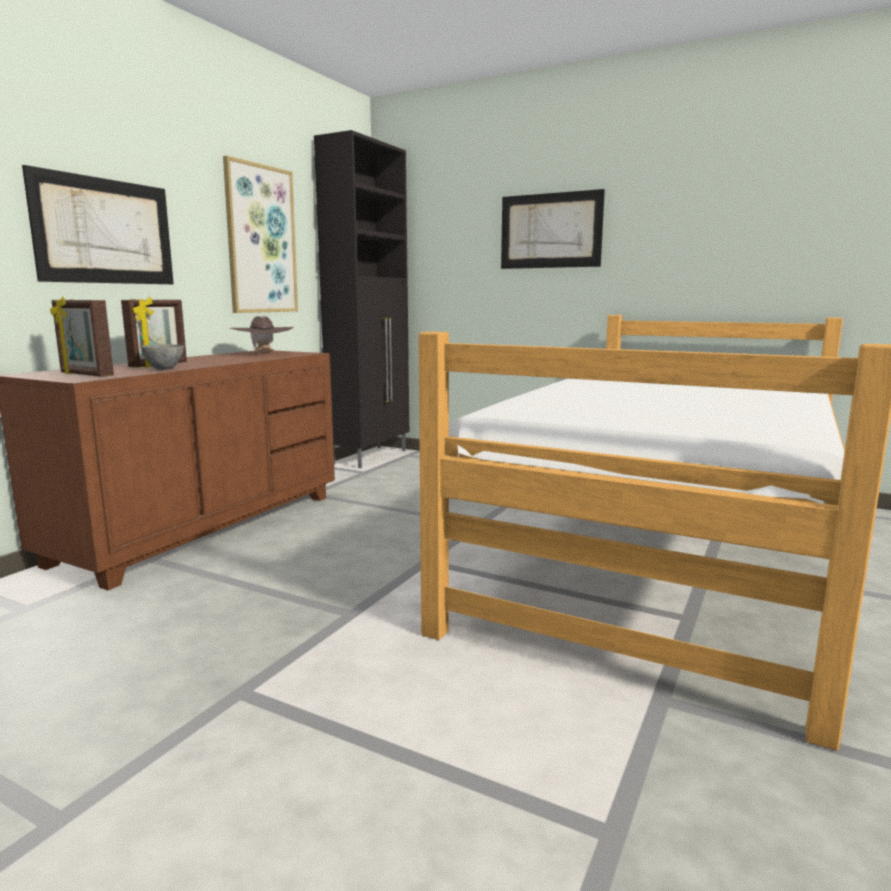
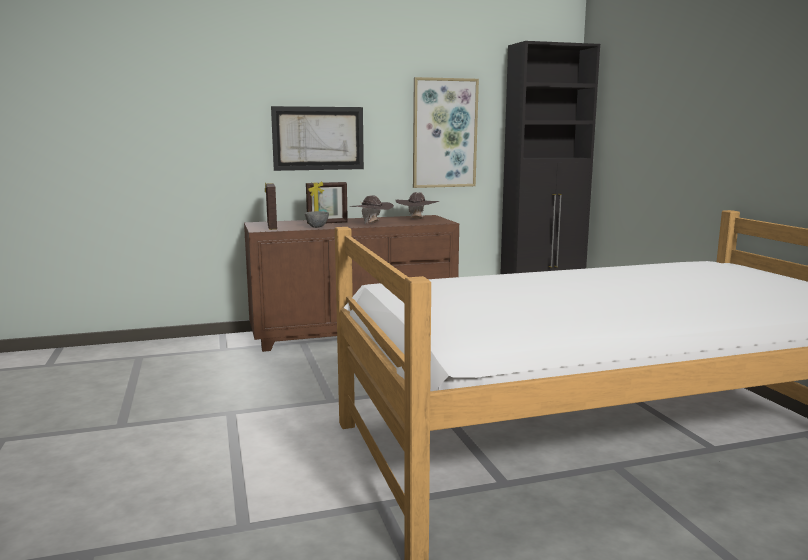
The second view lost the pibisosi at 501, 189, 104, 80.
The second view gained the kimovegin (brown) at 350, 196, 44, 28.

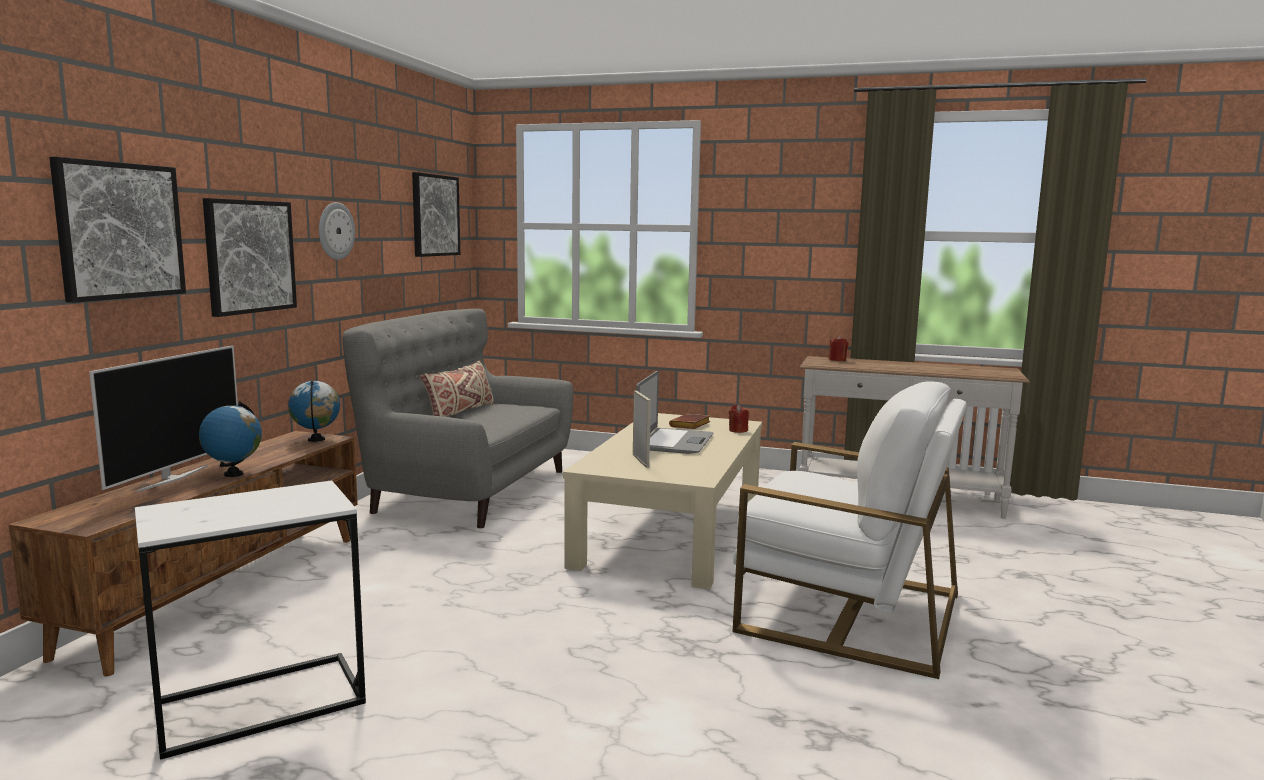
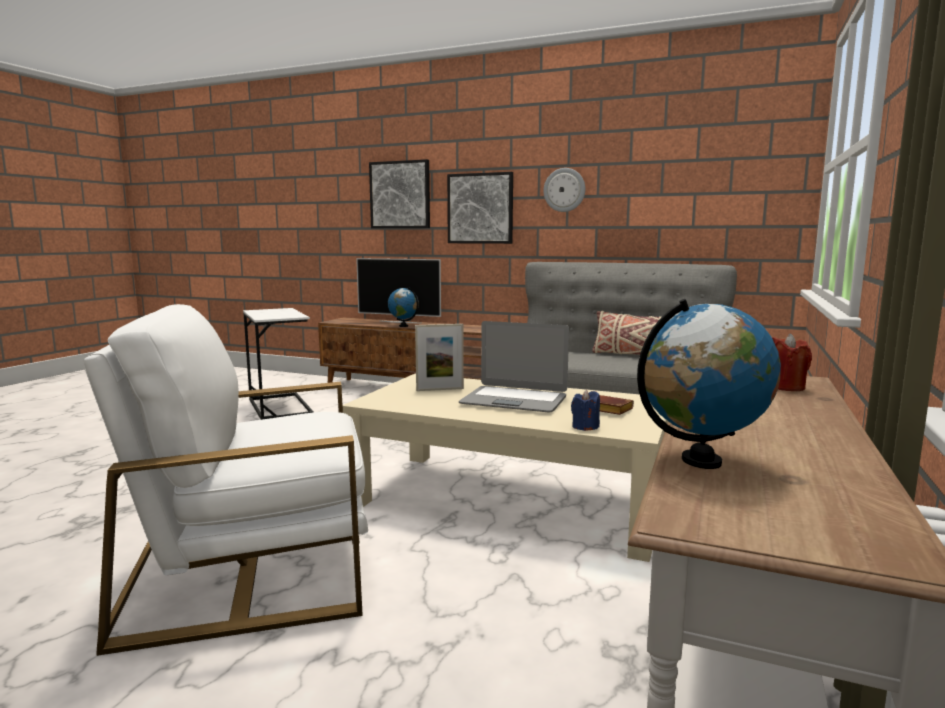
The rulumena ended up elsewhere, having gone from 288, 381, 52, 61 to 637, 299, 144, 170.
The second view lost the pibisosi at 412, 172, 48, 85.
What was the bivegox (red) at 729, 404, 20, 29 turned into the bivegox (blue) at 571, 390, 29, 41.
The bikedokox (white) at 733, 382, 234, 297 ended up facing another way, 45 degrees clockwise from before.

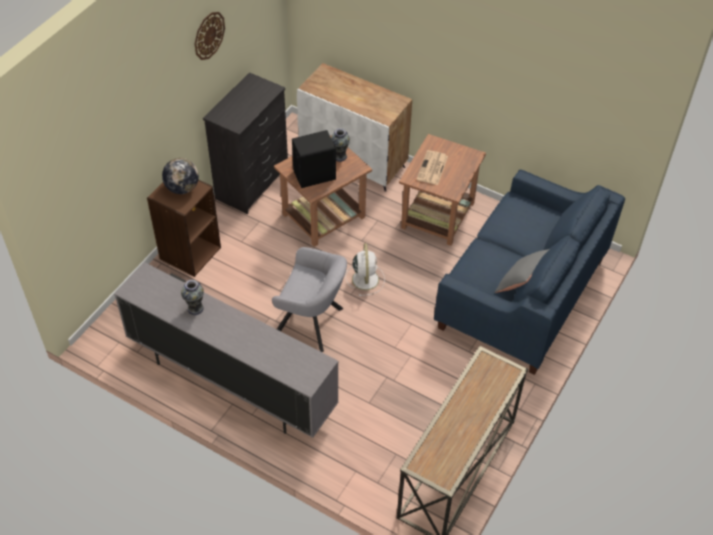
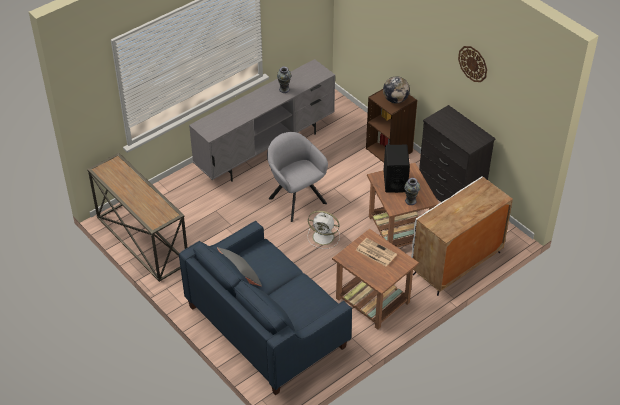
The bikedokox (grey) at 272, 247, 75, 105 ended up facing another way, 105 degrees clockwise from before.

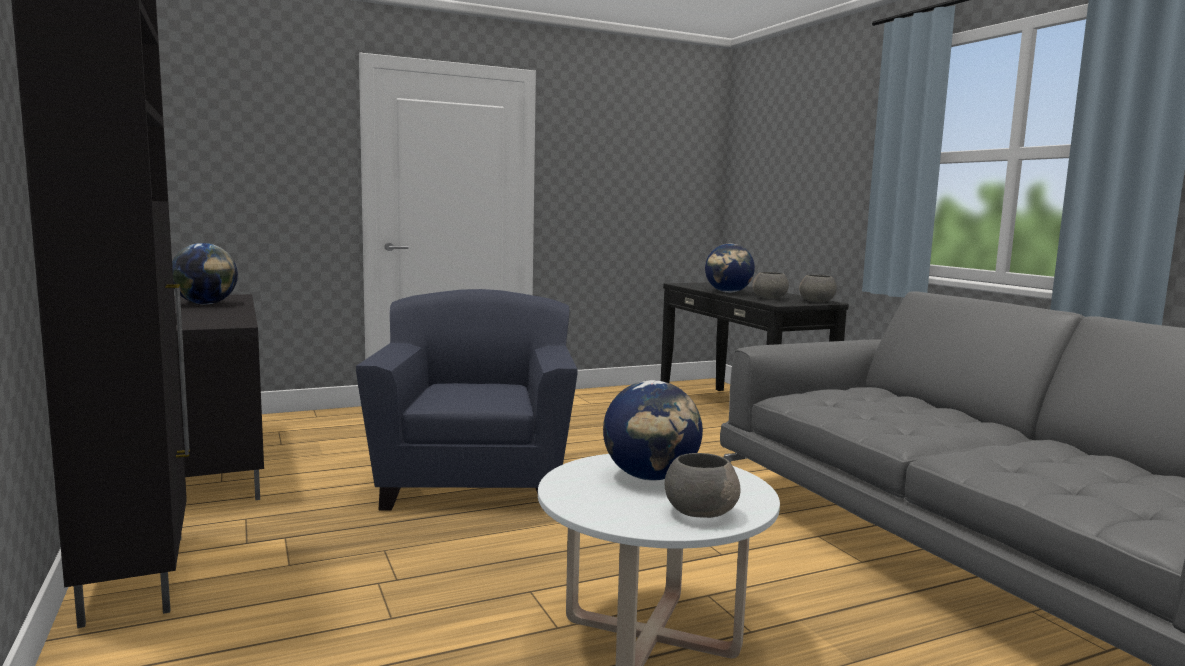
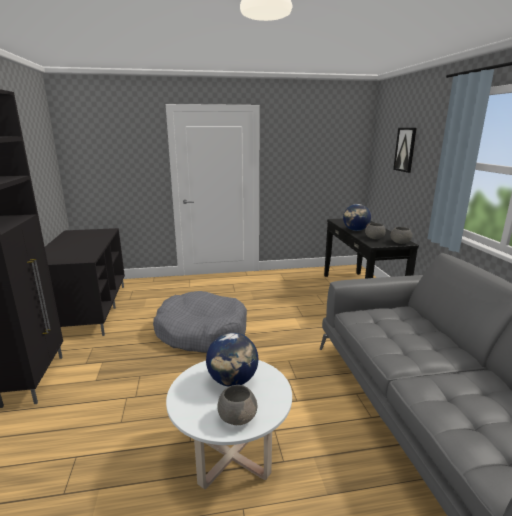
The second view lost the rulumena at 172, 243, 66, 61.
Where the bikedokox (blue) stood at 356, 289, 222, 222, the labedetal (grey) came to stand at 153, 291, 94, 62.
The second view gained the pibisosi at 393, 128, 24, 45.

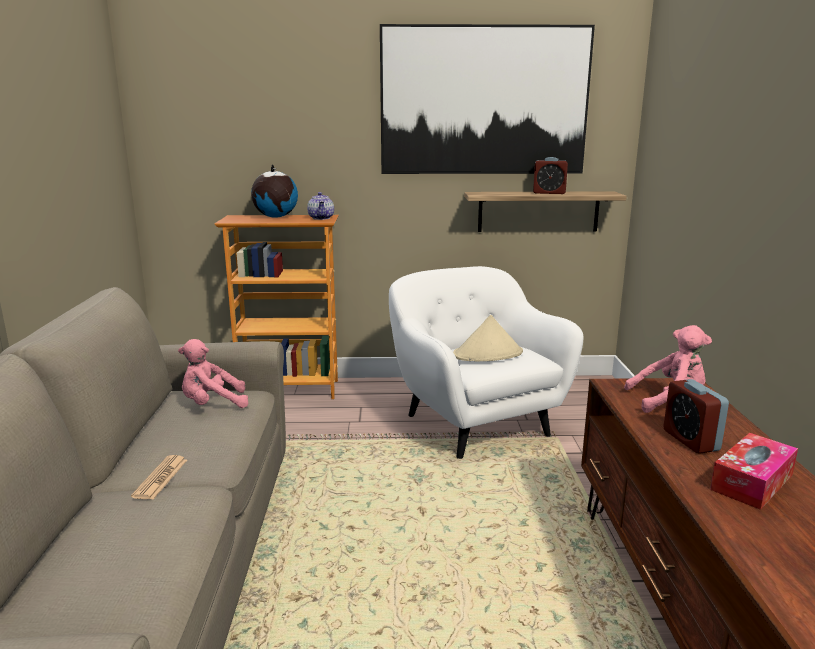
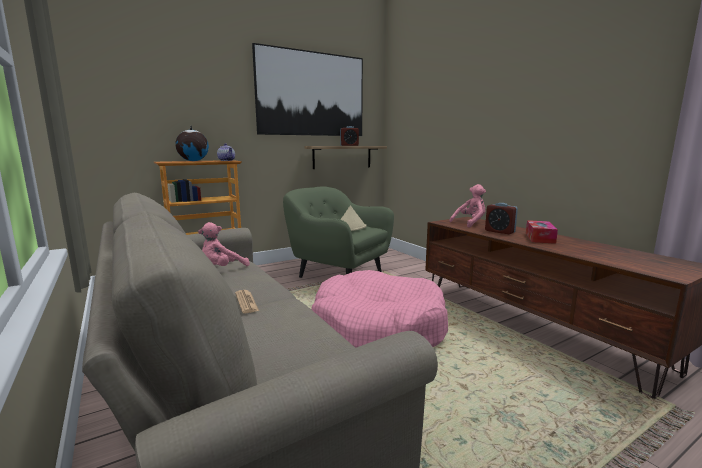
What was the bikedokox (white) at 389, 266, 194, 193 turned into the bikedokox (green) at 283, 186, 111, 92.
The second view gained the labedetal (pink) at 311, 270, 137, 78.

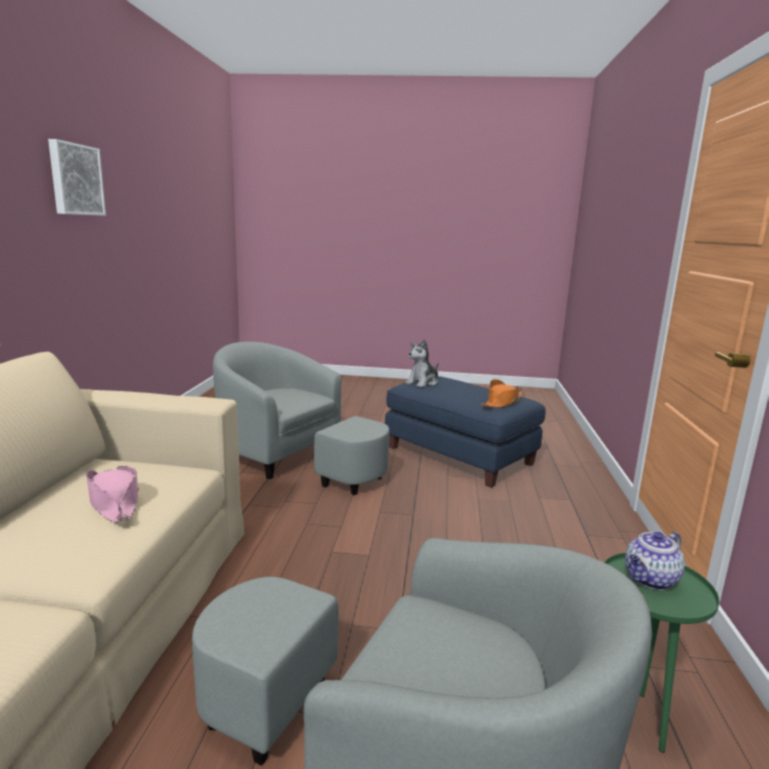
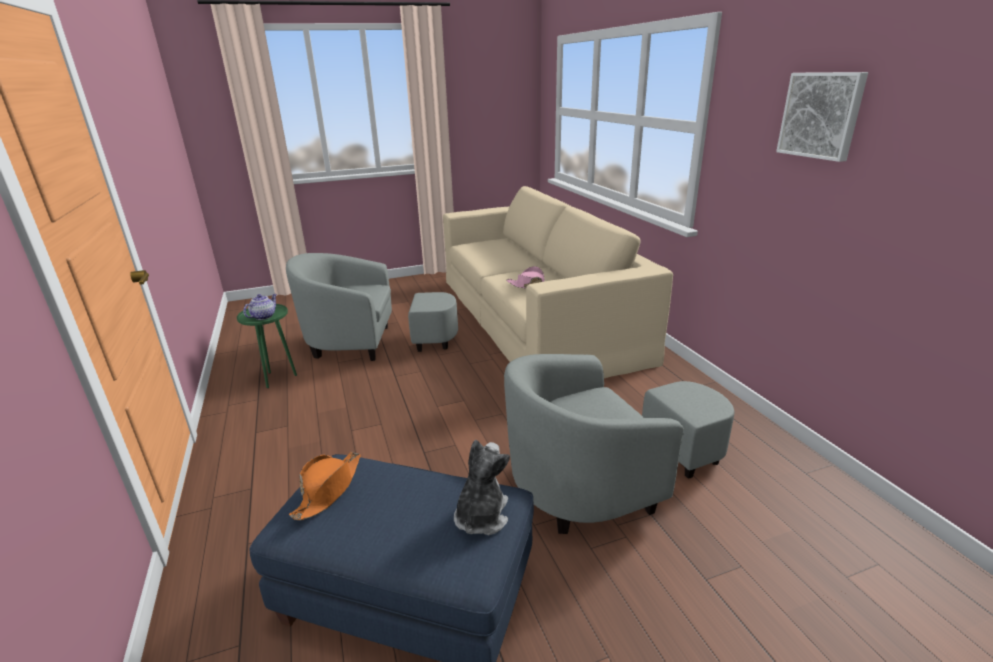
The bikedokox (grey) at 213, 342, 176, 153 ended up facing another way, 150 degrees clockwise from before.

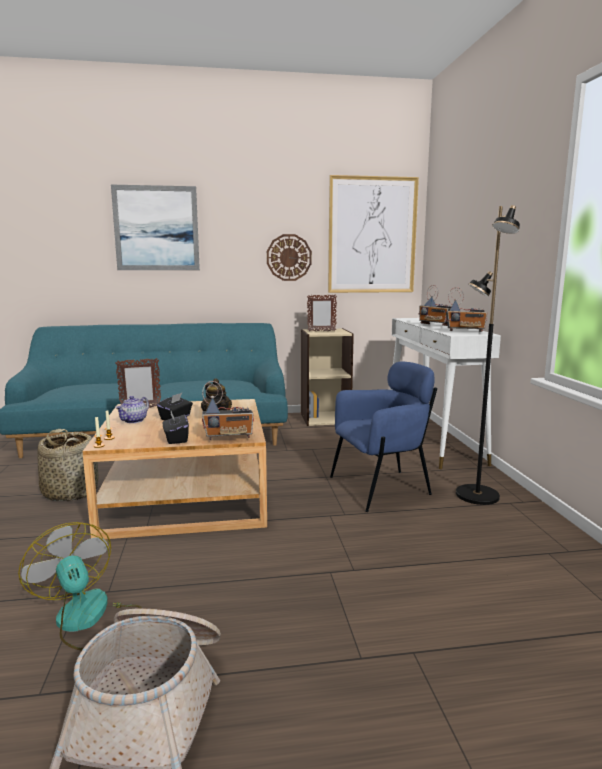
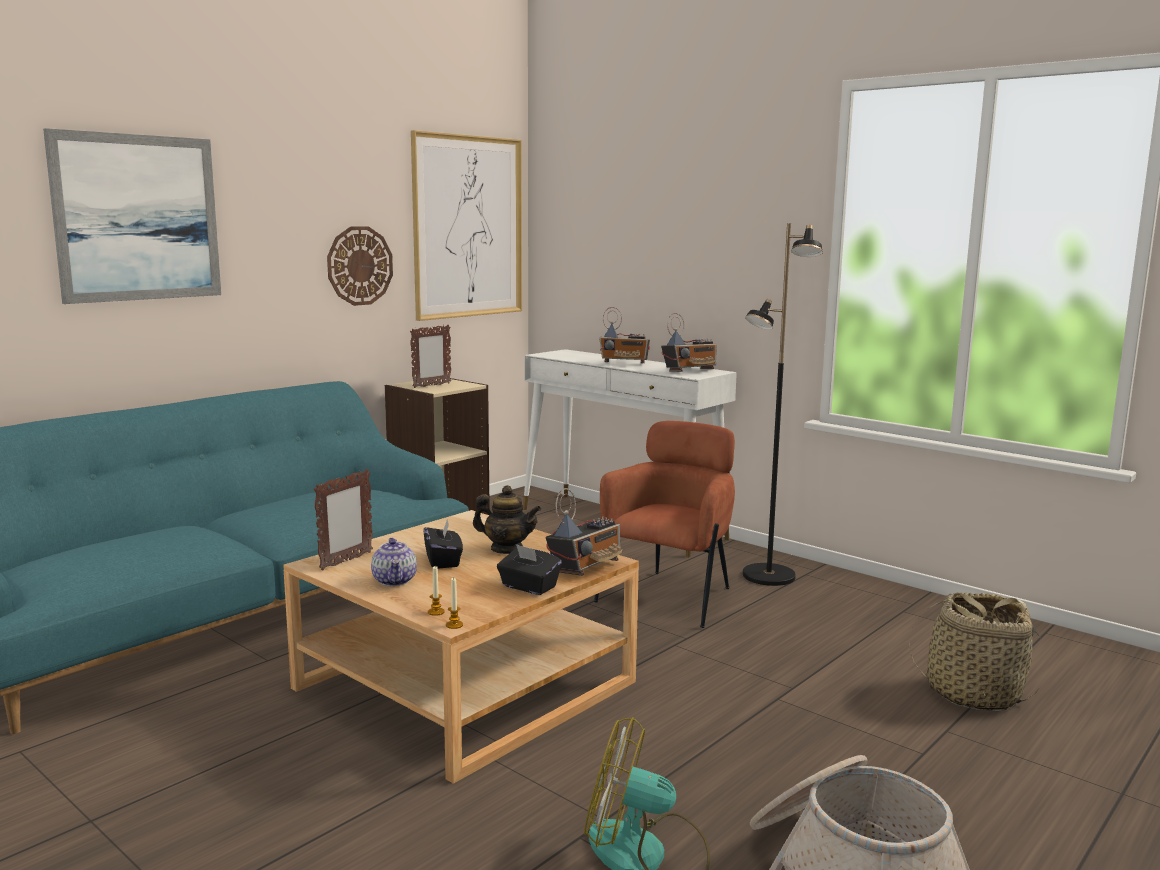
The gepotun ended up elsewhere, having gone from 37, 429, 61, 72 to 909, 592, 132, 119.
What was the bikedokox (blue) at 330, 361, 107, 151 turned into the bikedokox (brown) at 594, 421, 141, 207.

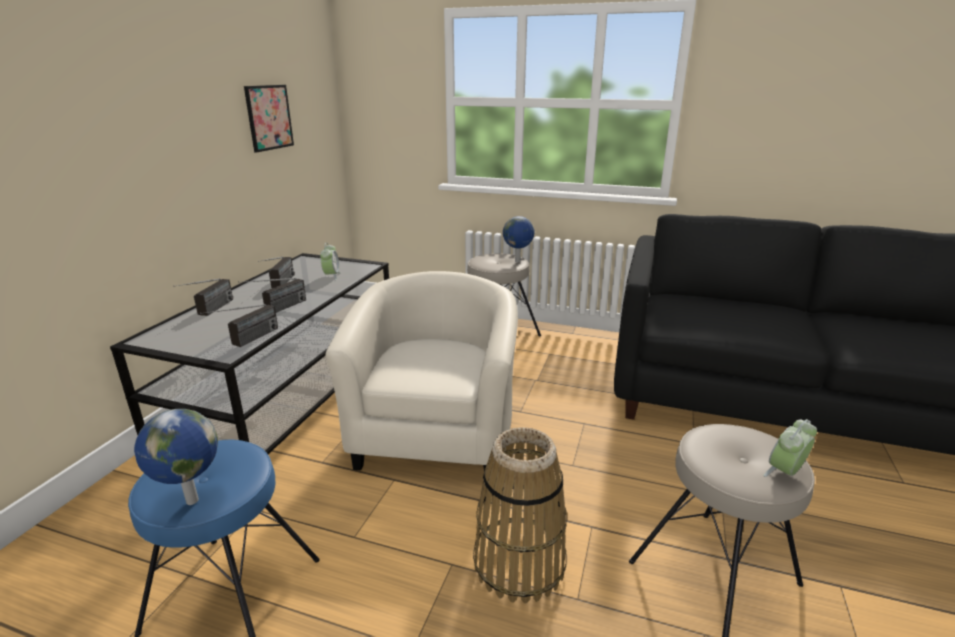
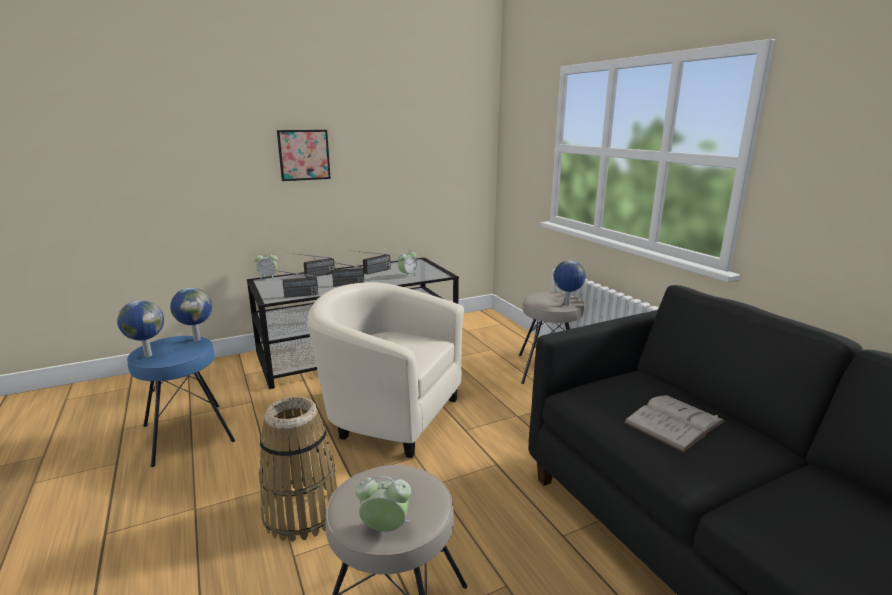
The pibisosi ended up elsewhere, having gone from 244, 85, 50, 68 to 277, 130, 54, 51.
The bikedokox (beige) at 325, 271, 193, 199 ended up facing another way, 120 degrees counterclockwise from before.
The second view gained the rulumena at 170, 288, 42, 53.
The second view gained the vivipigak at 254, 251, 24, 29.
The second view gained the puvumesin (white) at 624, 395, 101, 57.

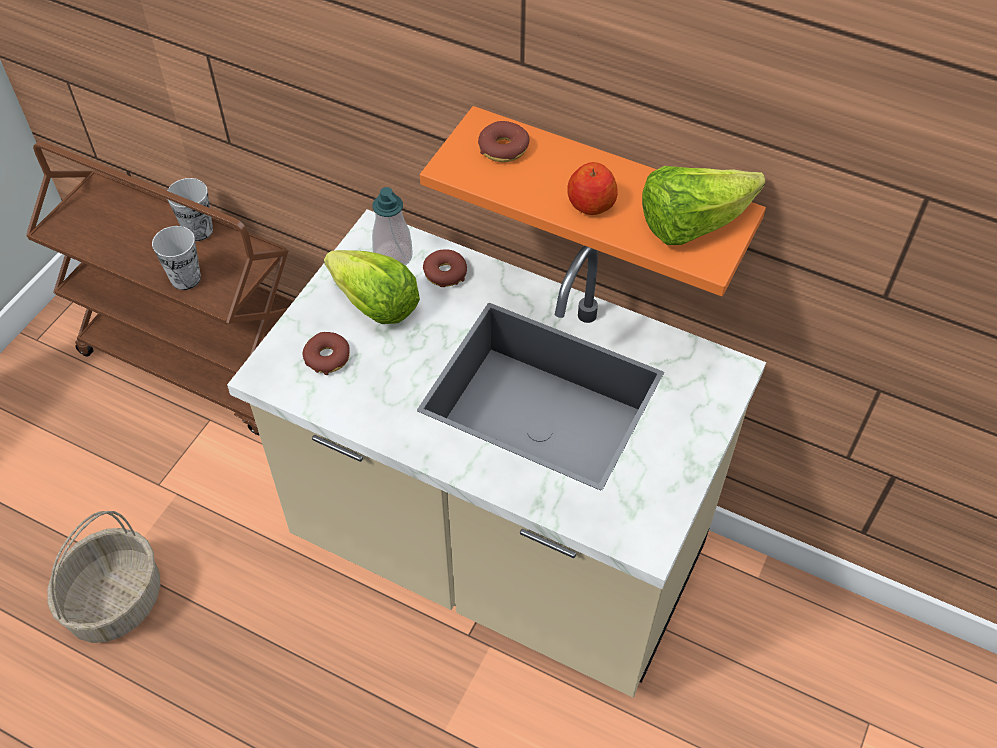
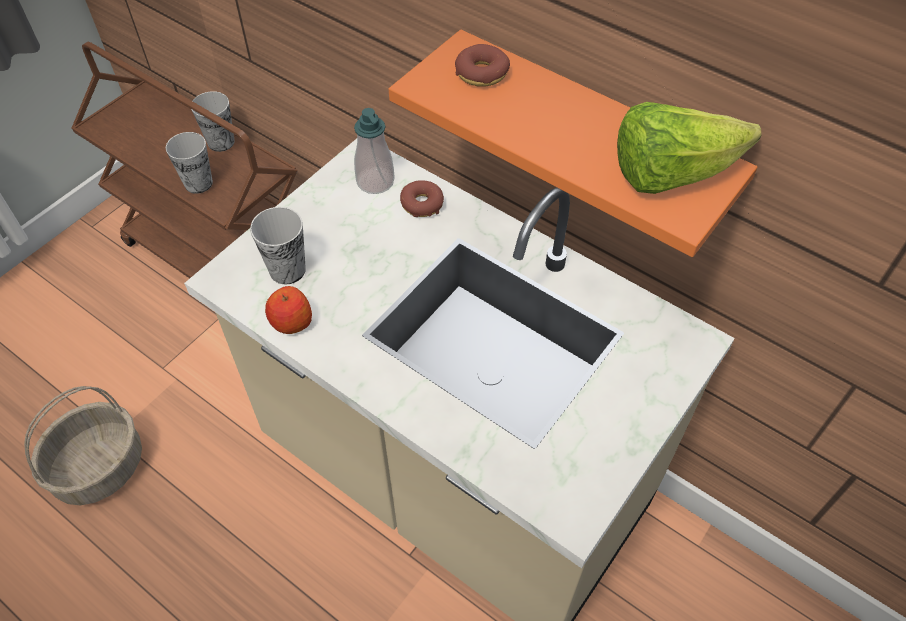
Where the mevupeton stood at 303, 332, 47, 43, the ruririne came to stand at 250, 207, 56, 77.
The second view lost the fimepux at 324, 250, 96, 74.
The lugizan ended up elsewhere, having gone from 567, 162, 50, 53 to 265, 286, 47, 48.

